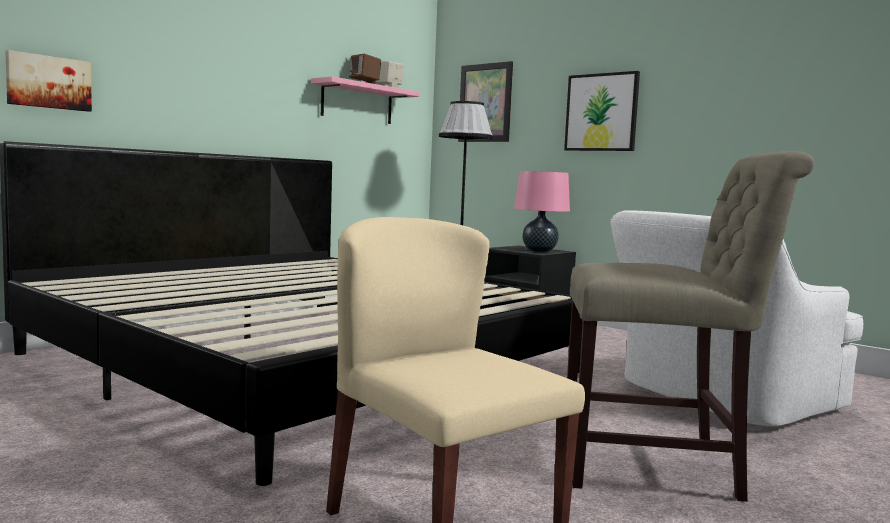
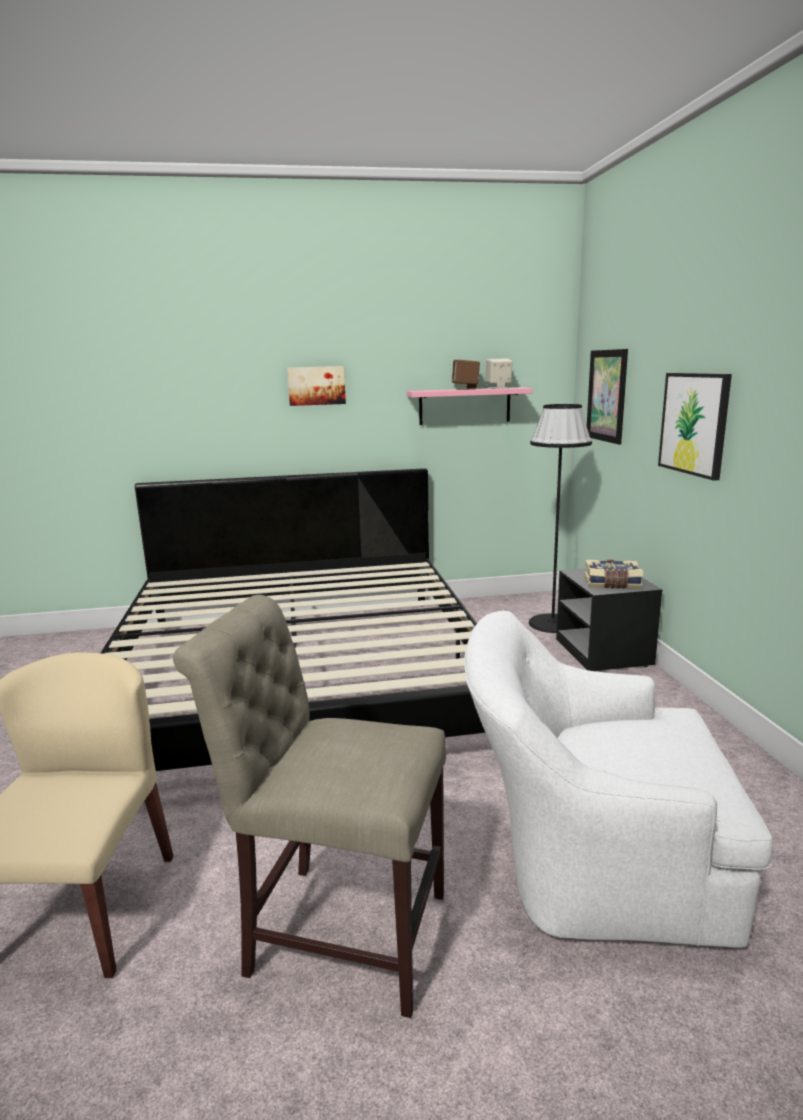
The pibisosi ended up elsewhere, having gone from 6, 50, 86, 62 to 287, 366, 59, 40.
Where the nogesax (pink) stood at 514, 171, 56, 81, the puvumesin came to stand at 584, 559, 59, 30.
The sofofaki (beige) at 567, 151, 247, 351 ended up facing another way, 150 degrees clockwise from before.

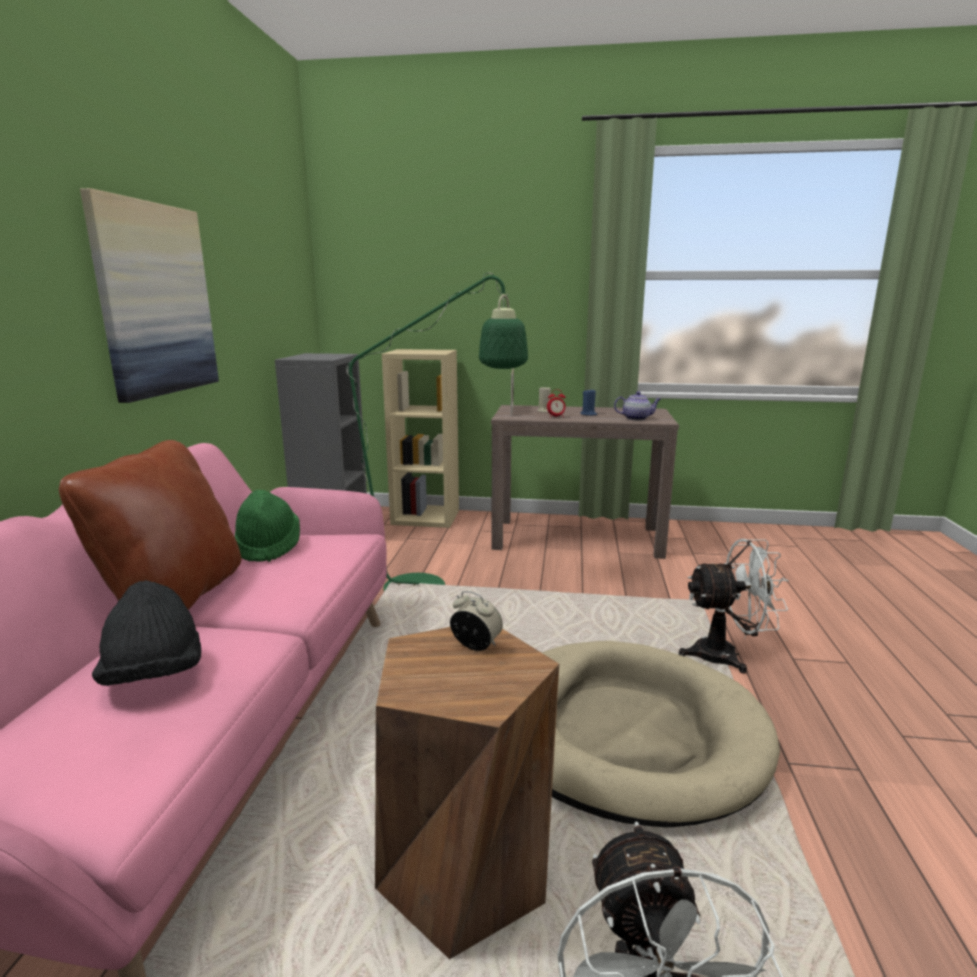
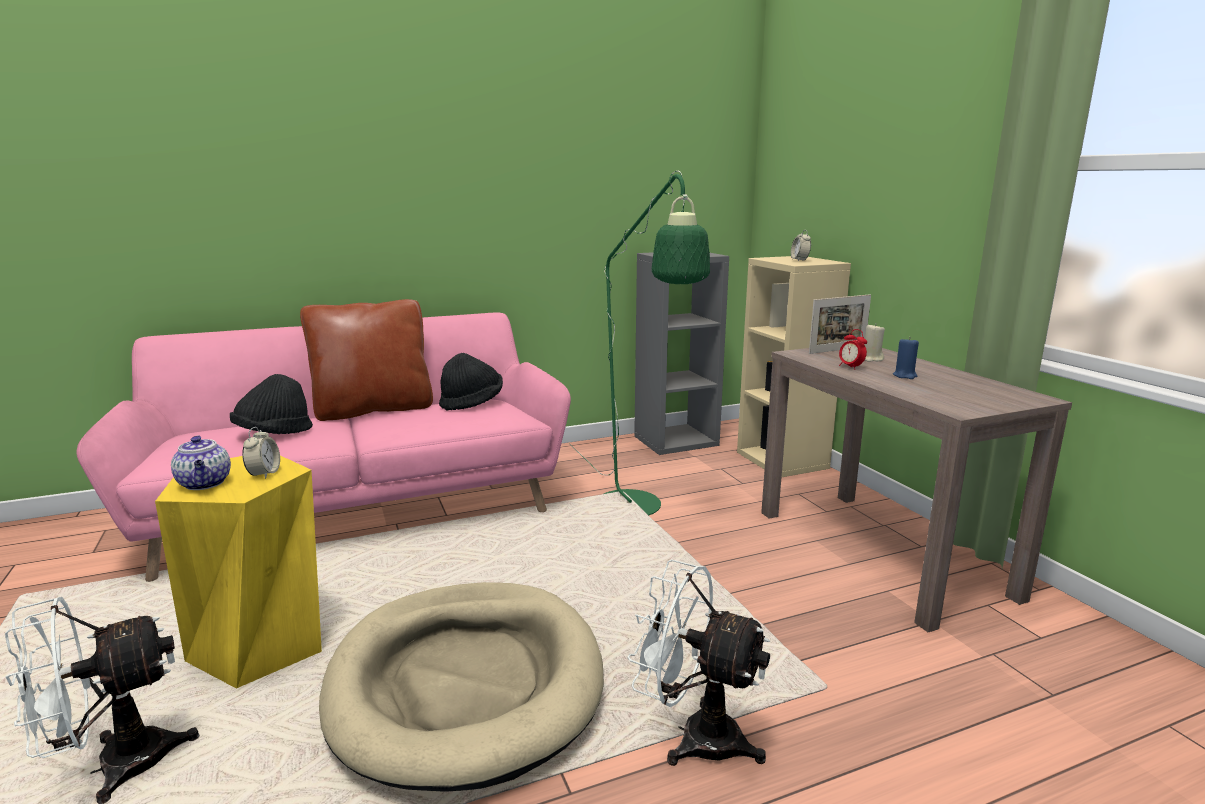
The second view lost the pibisosi at 80, 188, 139, 215.
What was the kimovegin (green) at 235, 490, 65, 72 turned into the kimovegin (black) at 439, 353, 64, 58.
What was the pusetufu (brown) at 375, 627, 184, 332 turned into the pusetufu (yellow) at 155, 456, 167, 233.
The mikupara ended up elsewhere, having gone from 614, 391, 47, 29 to 171, 435, 60, 55.
The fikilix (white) at 679, 539, 110, 135 ended up facing another way, 150 degrees clockwise from before.
The second view gained the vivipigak at 791, 230, 20, 31.

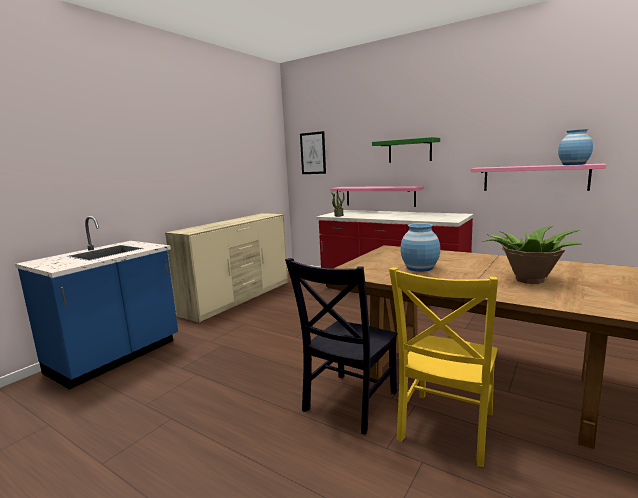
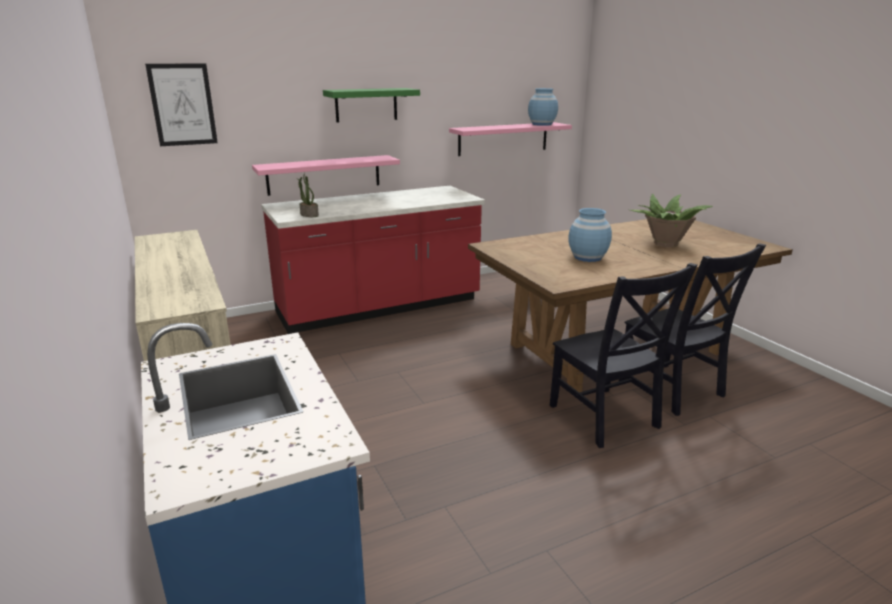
What was the sofofaki (yellow) at 389, 267, 109, 200 turned into the sofofaki (black) at 619, 243, 147, 173.

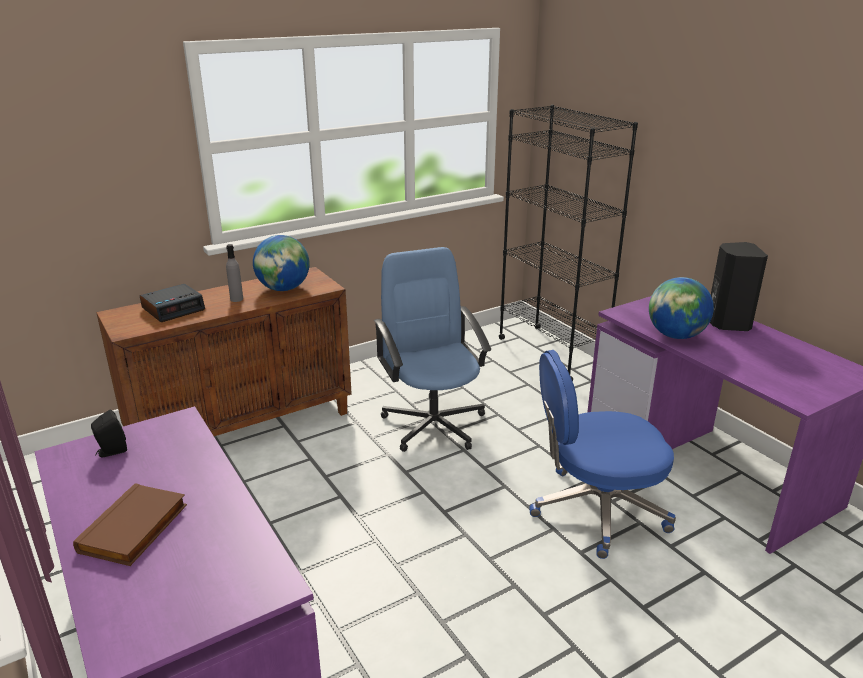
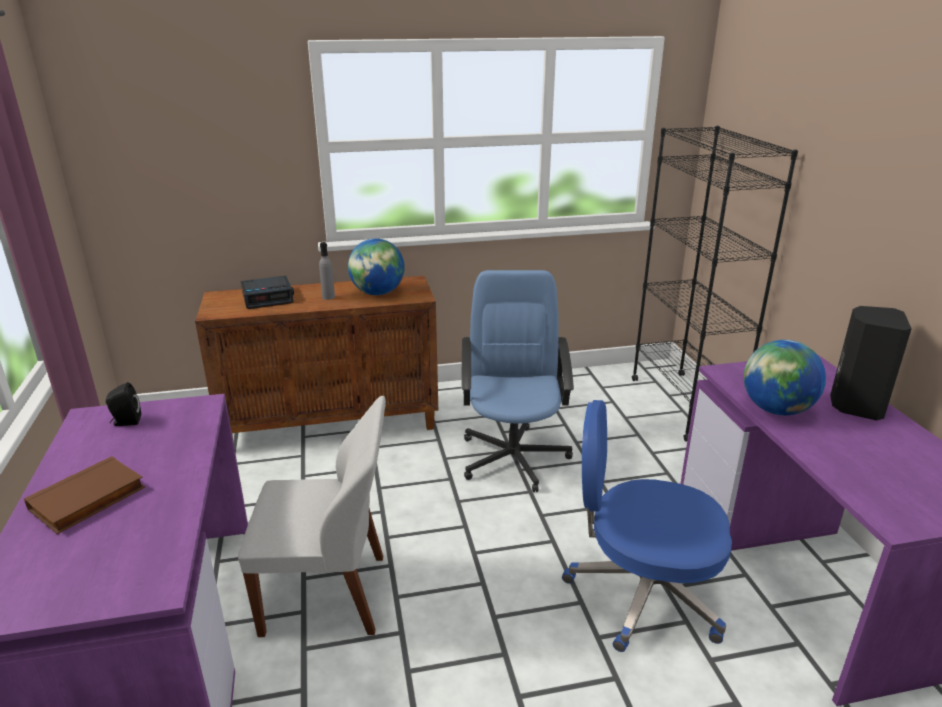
The second view gained the sofofaki (white) at 238, 396, 148, 241.

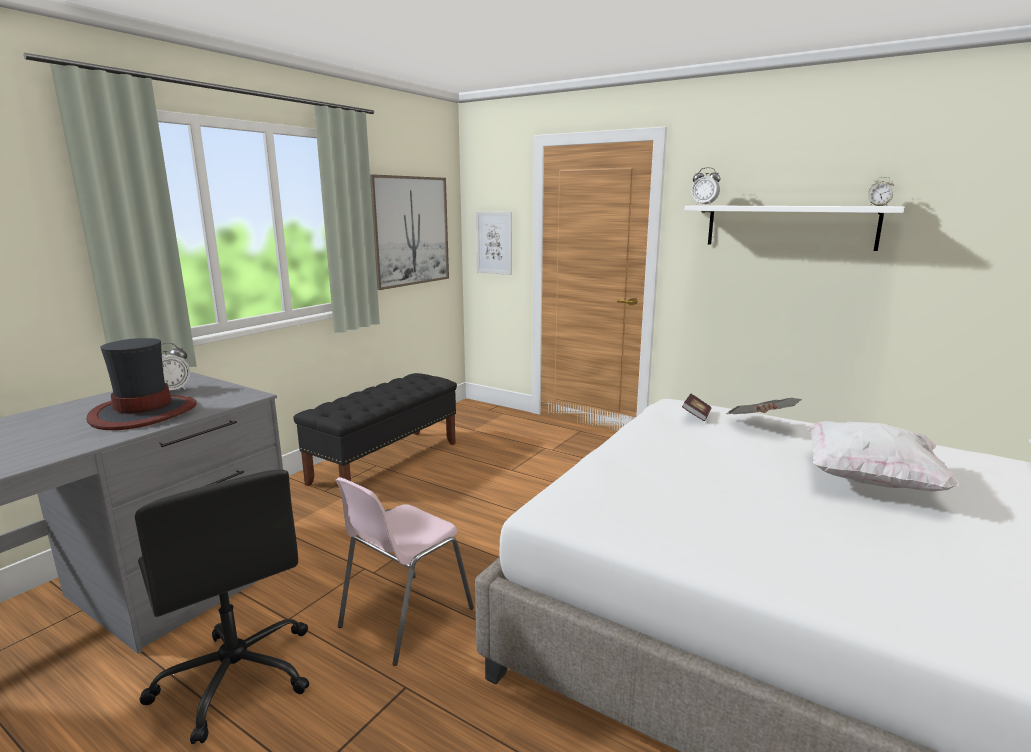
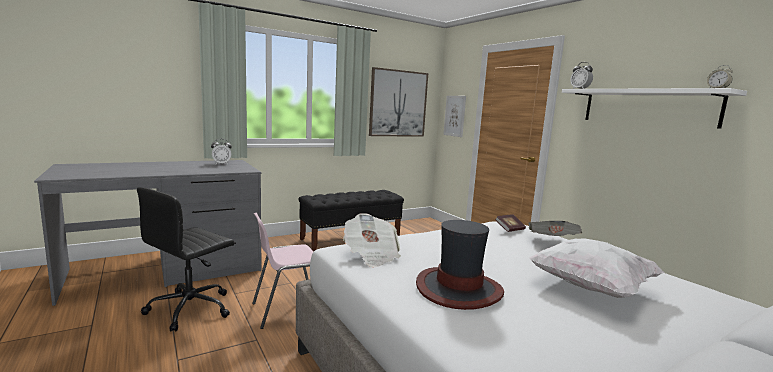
The kimovegin ended up elsewhere, having gone from 86, 338, 111, 92 to 416, 220, 88, 90.
The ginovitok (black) at 135, 469, 174, 275 ended up facing another way, 45 degrees clockwise from before.
The second view gained the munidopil at 343, 213, 58, 55.

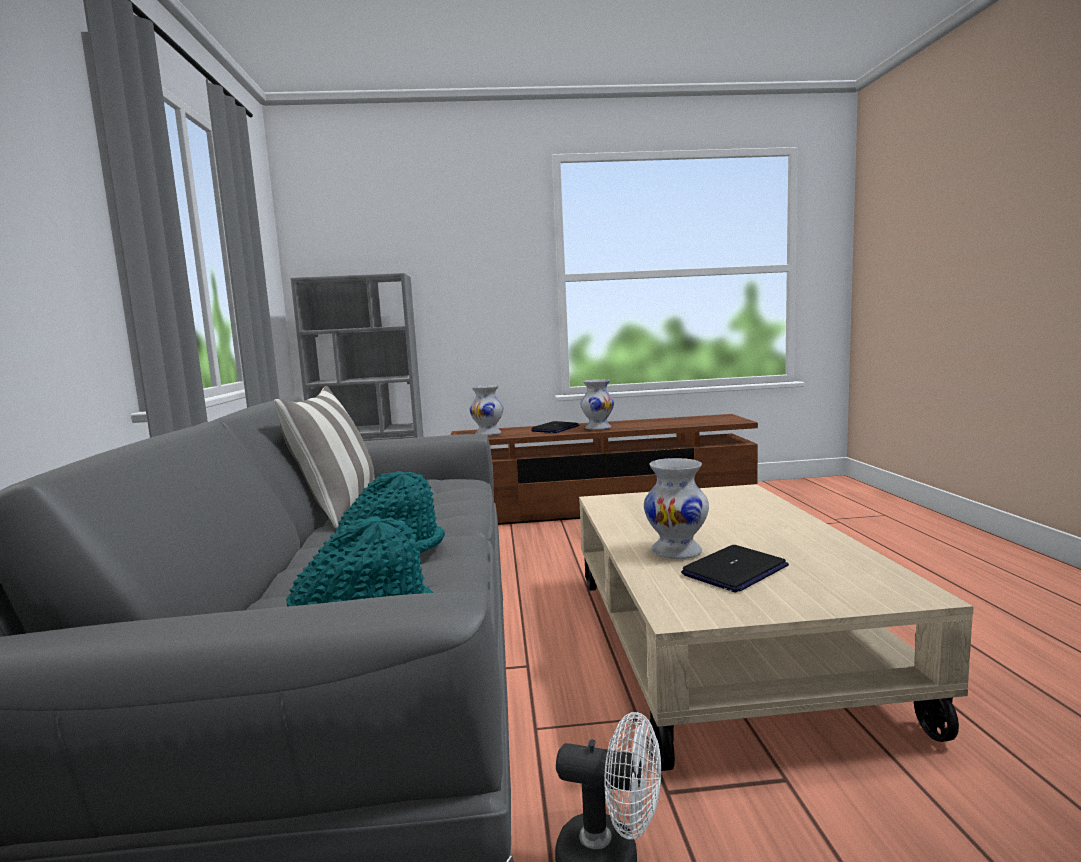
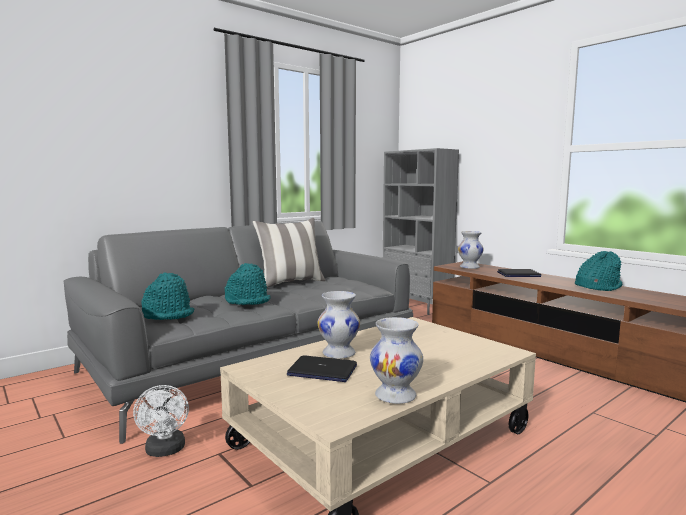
The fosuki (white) ended up elsewhere, having gone from 580, 379, 34, 51 to 370, 317, 53, 87.
The second view gained the kimovegin (turquoise) at 575, 251, 47, 40.

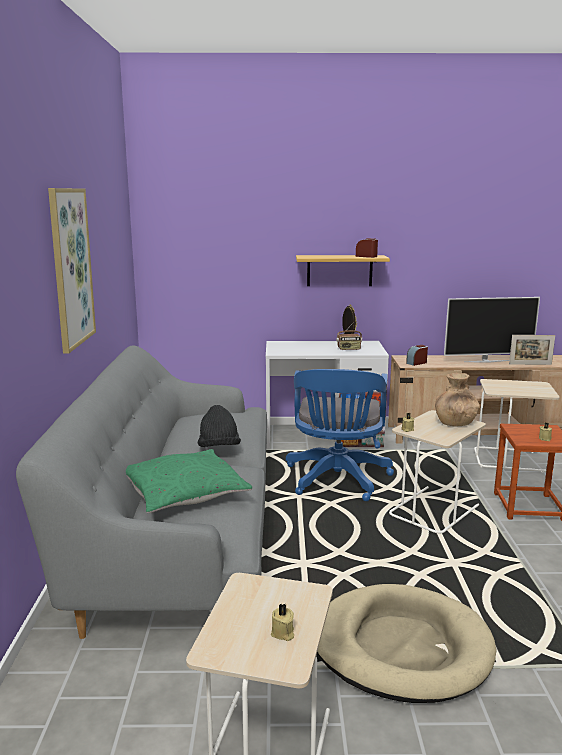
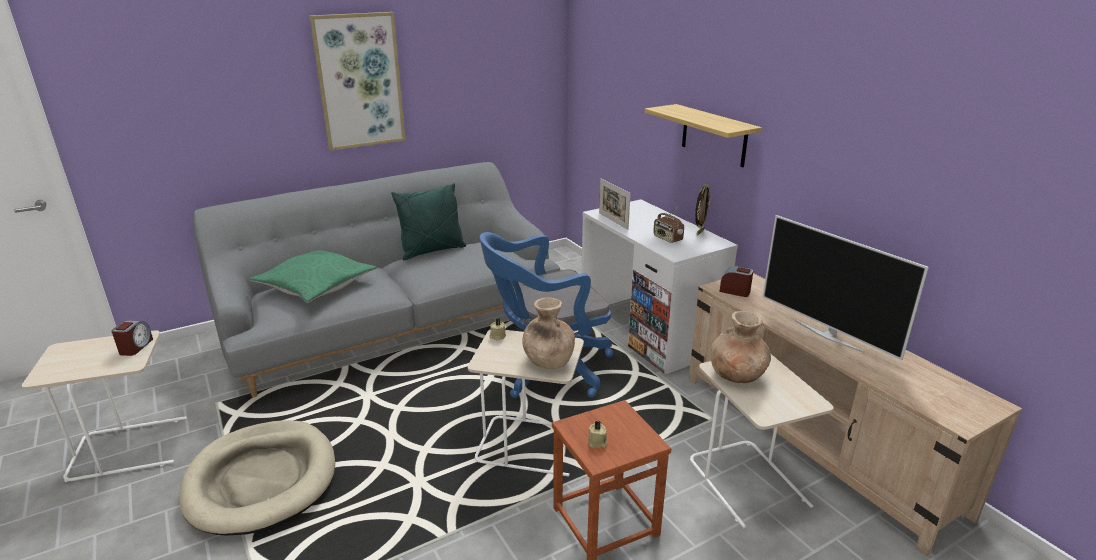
The second view lost the kimovegin (black) at 198, 405, 43, 42.
The second view lost the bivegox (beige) at 271, 604, 23, 37.
The vivipigak ended up elsewhere, having gone from 356, 238, 22, 20 to 111, 321, 42, 35.
The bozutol ended up elsewhere, having gone from 509, 335, 46, 30 to 599, 179, 32, 51.
The second view gained the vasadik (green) at 391, 183, 75, 77.
The second view gained the fosuki (brown) at 711, 311, 60, 72.

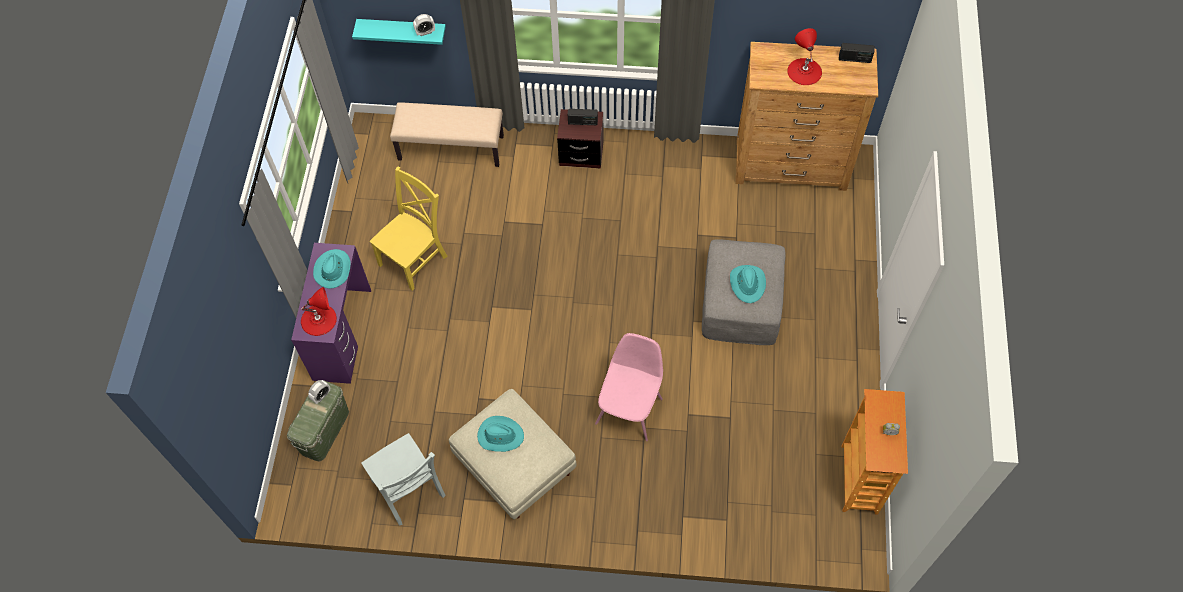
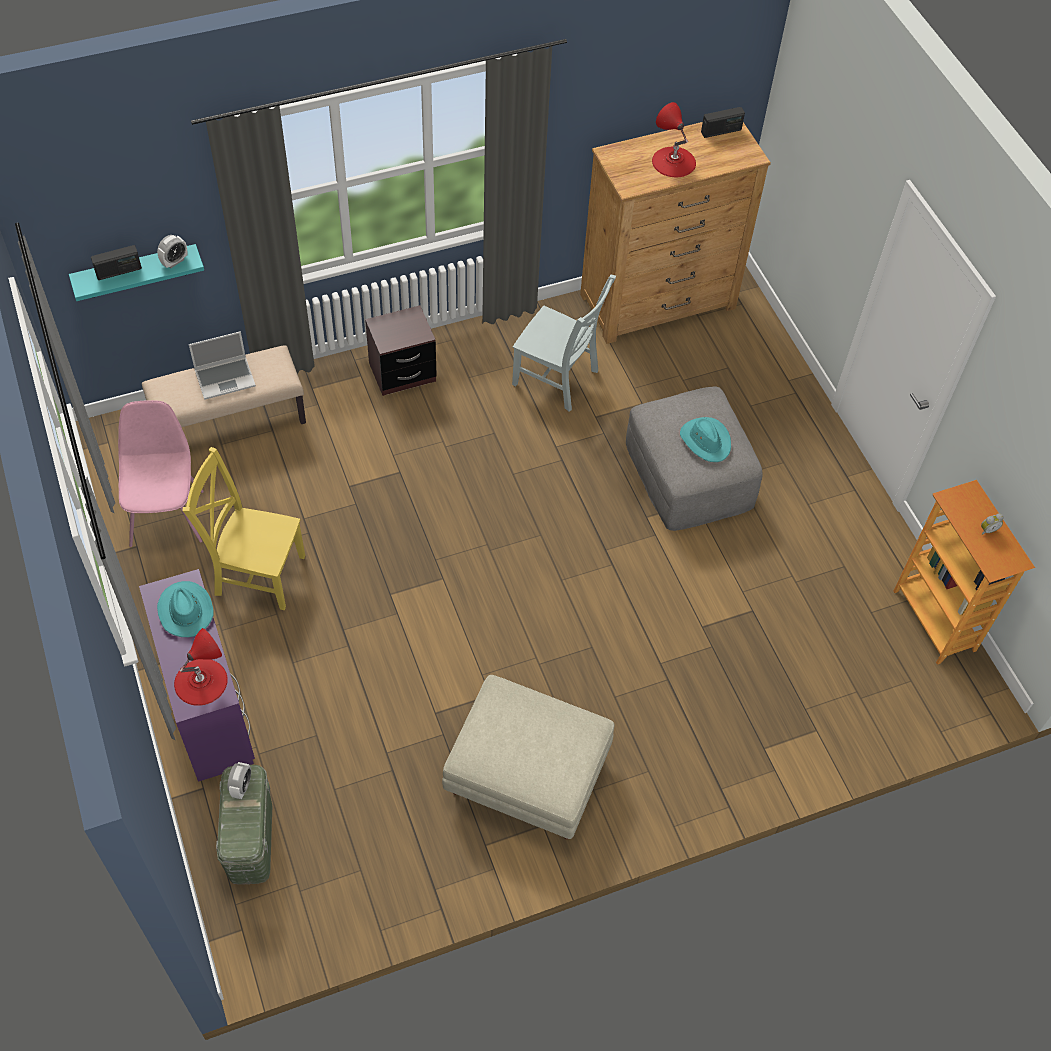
The sofofaki (grey) ended up elsewhere, having gone from 361, 433, 85, 93 to 512, 274, 104, 138.
The sofofaki (yellow) at 369, 166, 79, 125 ended up facing another way, 90 degrees counterclockwise from before.
The second view lost the kimovegin (turquoise) at 477, 416, 47, 36.
The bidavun ended up elsewhere, having gone from 568, 109, 30, 16 to 91, 245, 51, 35.
The sofofaki (pink) ended up elsewhere, having gone from 595, 333, 68, 108 to 118, 400, 86, 147.
The second view gained the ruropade at 189, 331, 67, 69.

